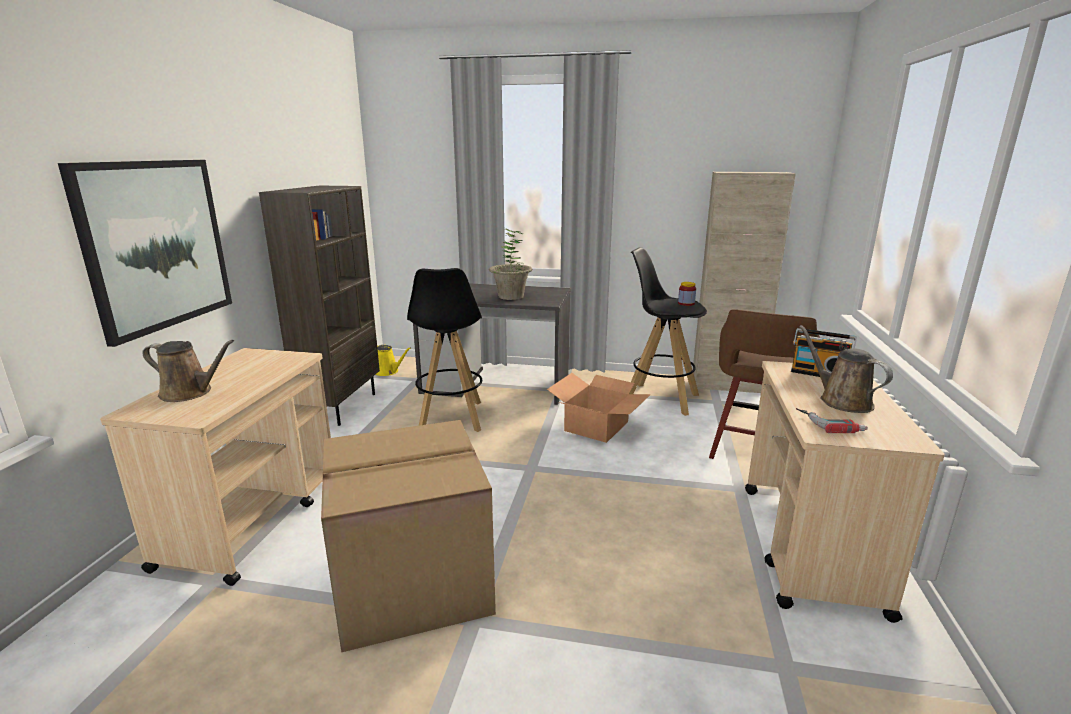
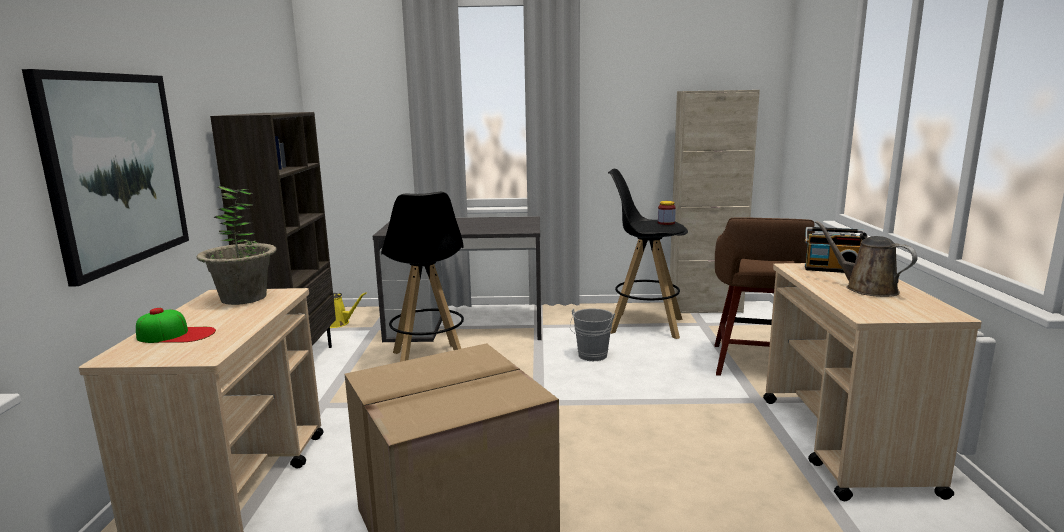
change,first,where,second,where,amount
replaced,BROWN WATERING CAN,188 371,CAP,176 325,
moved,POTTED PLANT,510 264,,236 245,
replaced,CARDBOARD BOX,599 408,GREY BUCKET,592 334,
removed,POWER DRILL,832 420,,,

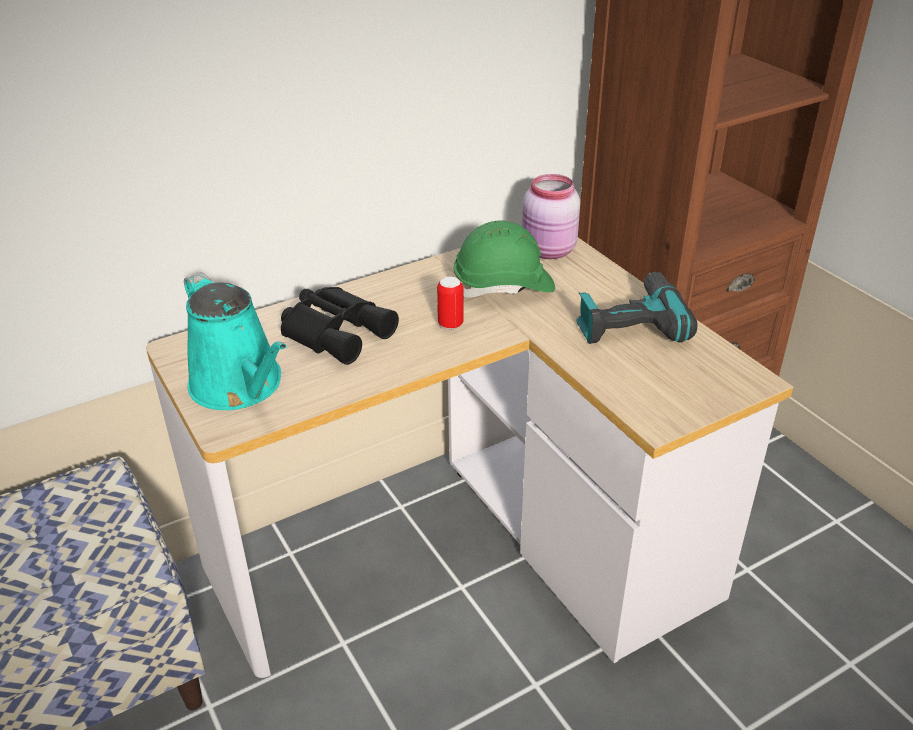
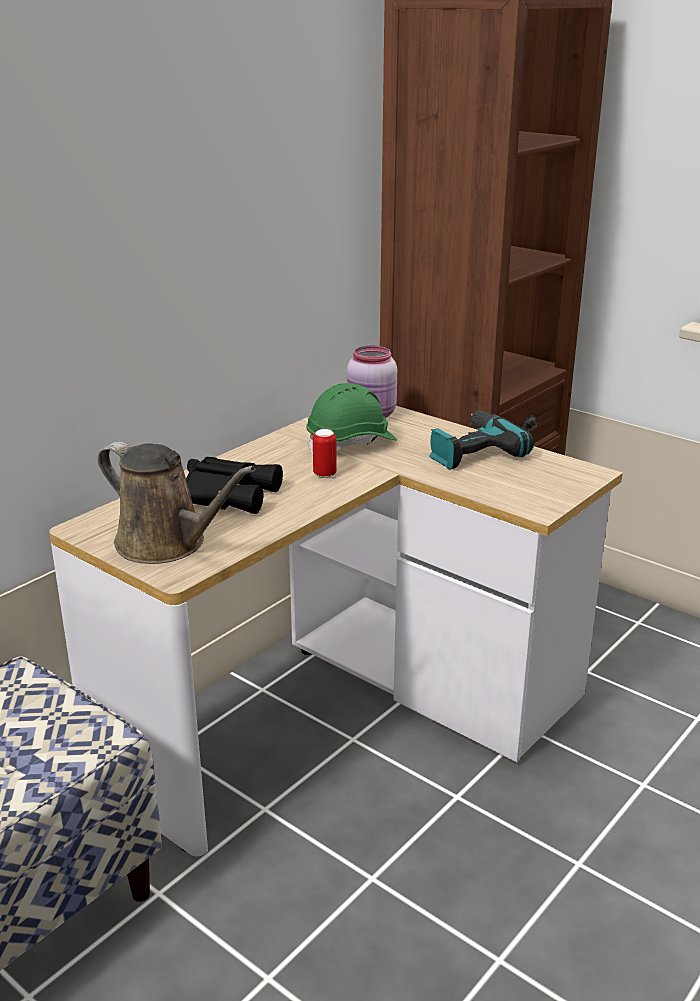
change,first,where,second,where,amount
recoloured,TURQUOISE WATERING CAN,235 341,BROWN WATERING CAN,177 503,

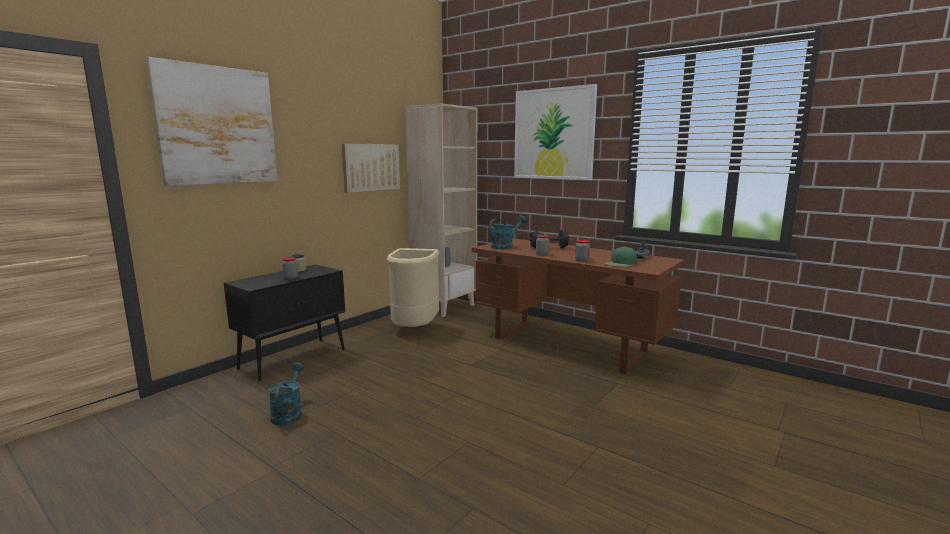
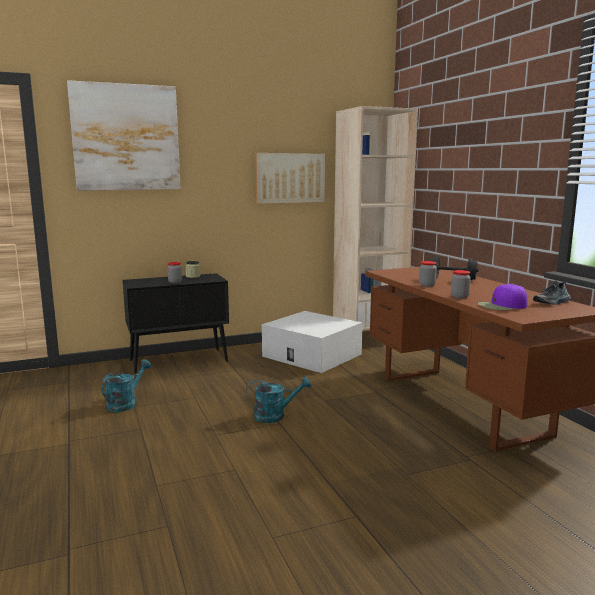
change,first,where,second,where,amount
moved,TURQUOISE WATERING CAN,508 232,,278 400,
replaced,BEIGE TRASH CAN,413 287,WHITE STORAGE BOX,312 342,
recoloured,GREEN CAP,620 256,PURPLE CAP,502 297,
removed,PICTURE,555 132,,,

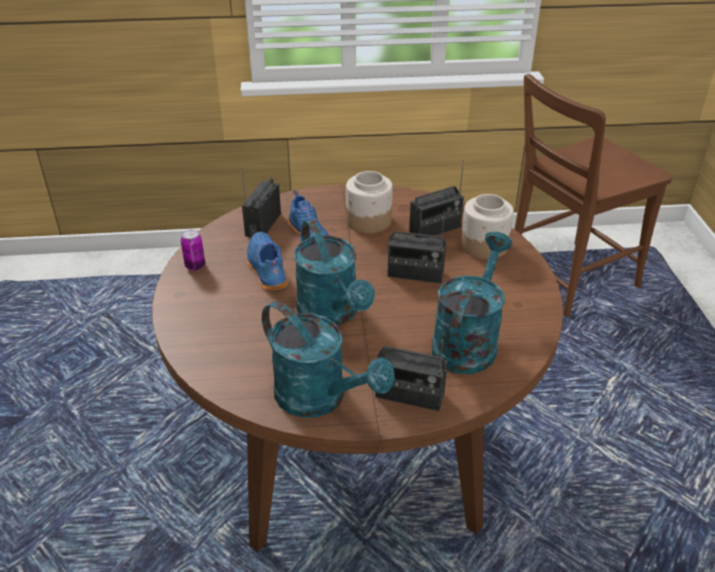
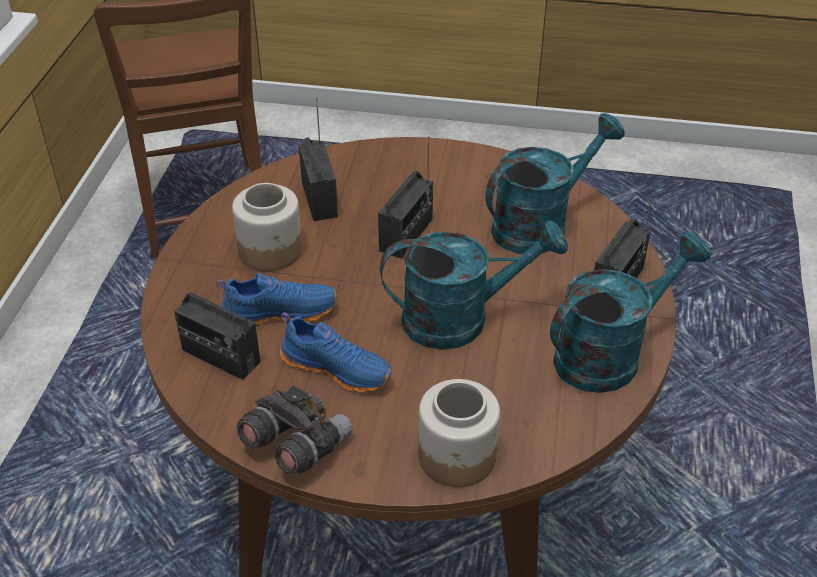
change,first,where,second,where,amount
replaced,CAN,193 250,GREY BINOCULARS,295 430,
turned,BLUE SHOE,267 261,,336 352,150 degrees counterclockwise
moved,JAR,487 226,,459 433,
turned,TURQUOISE WATERING CAN,472 303,,555 183,105 degrees clockwise

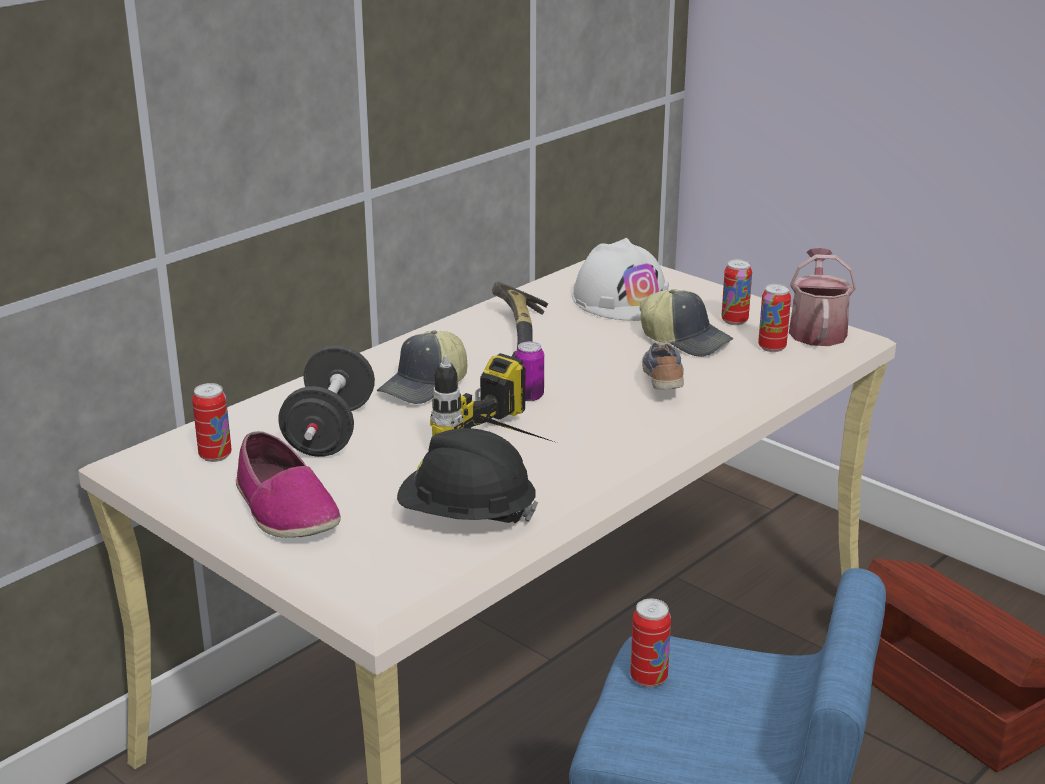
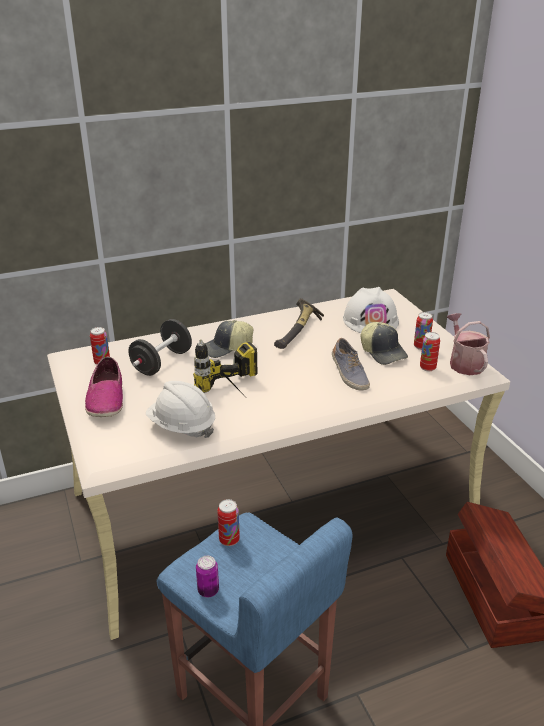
change,first,where,second,where,amount
recoloured,BLACK HARD HAT,467 475,WHITE HARD HAT,180 409,
moved,CAN,529 371,,207 576,
turned,SHOE,663 366,,351 364,135 degrees clockwise
turned,WATERING CAN,822 297,,468 344,45 degrees counterclockwise

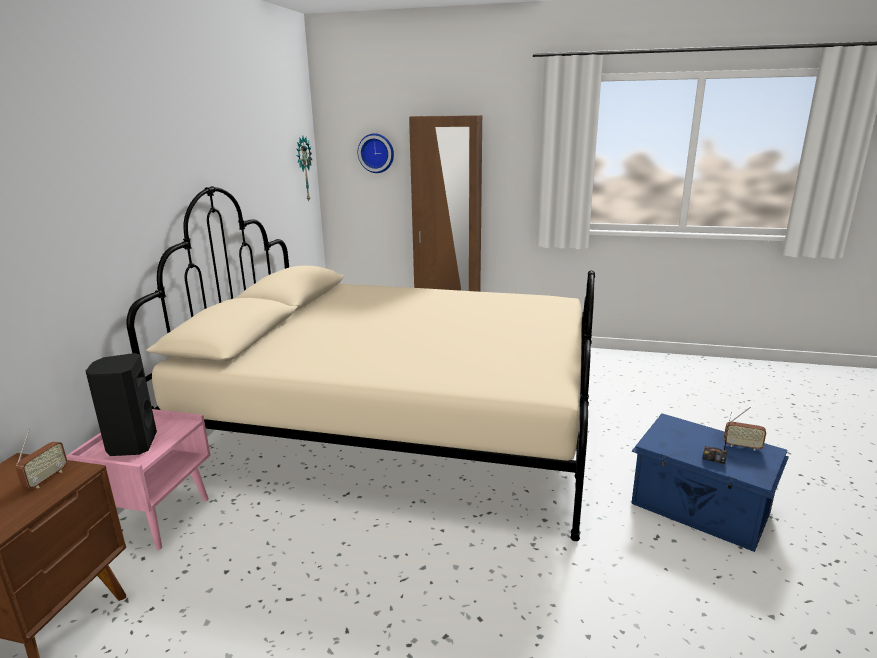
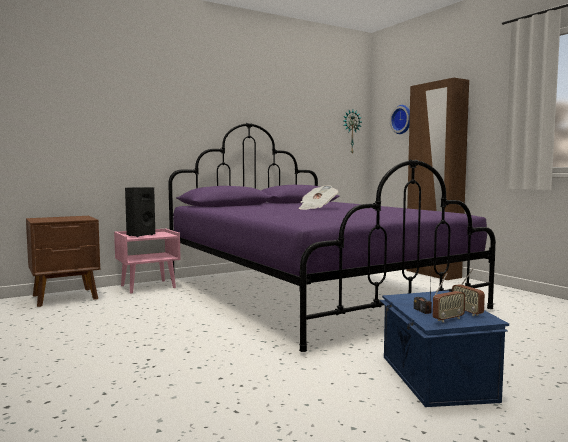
change,first,where,second,where,amount
recoloured,BEIGE BED,360 363,PURPLE BED,332 237,
added,,,NEWSPAPER,318 197,
moved,RADIO,41 459,,449 297,

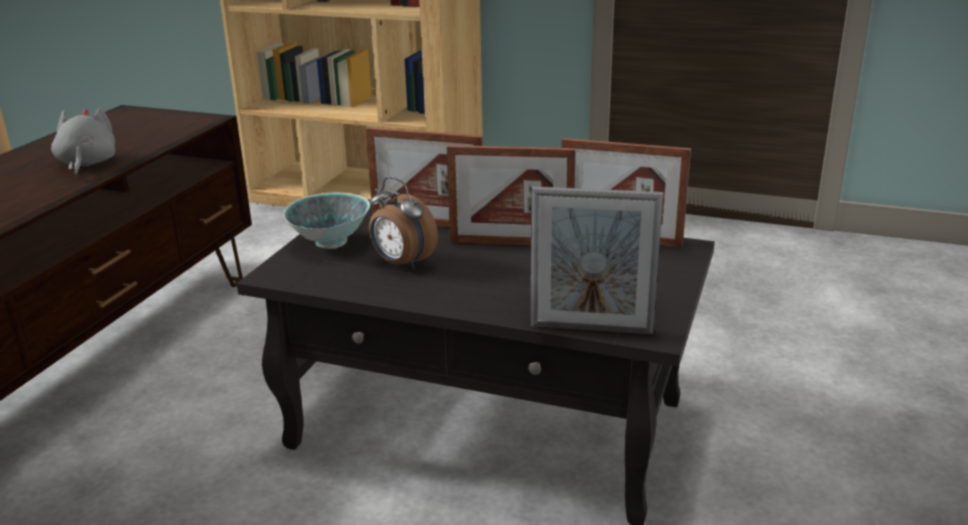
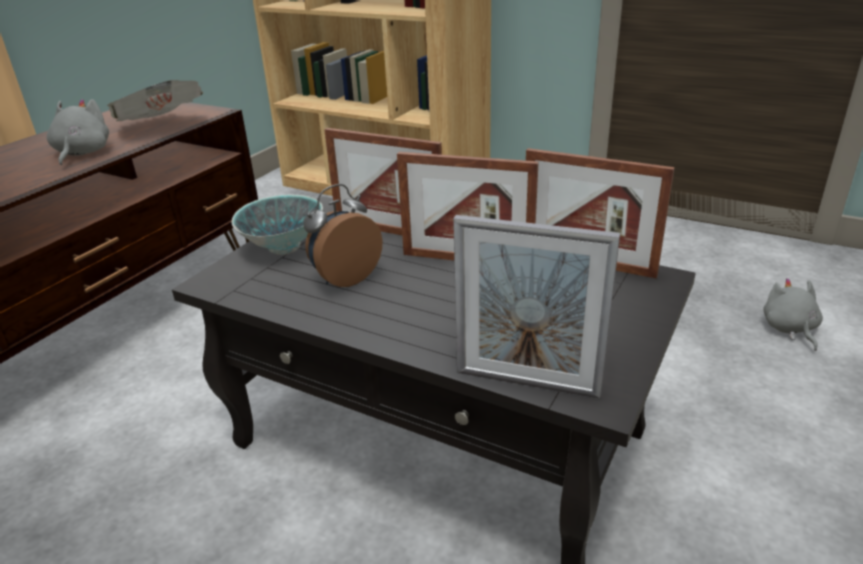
change,first,where,second,where,amount
added,,,NEWSPAPER,155 100,
turned,ALARM CLOCK,403 223,,343 235,90 degrees clockwise
added,,,GREY PLUSH TOY,793 314,

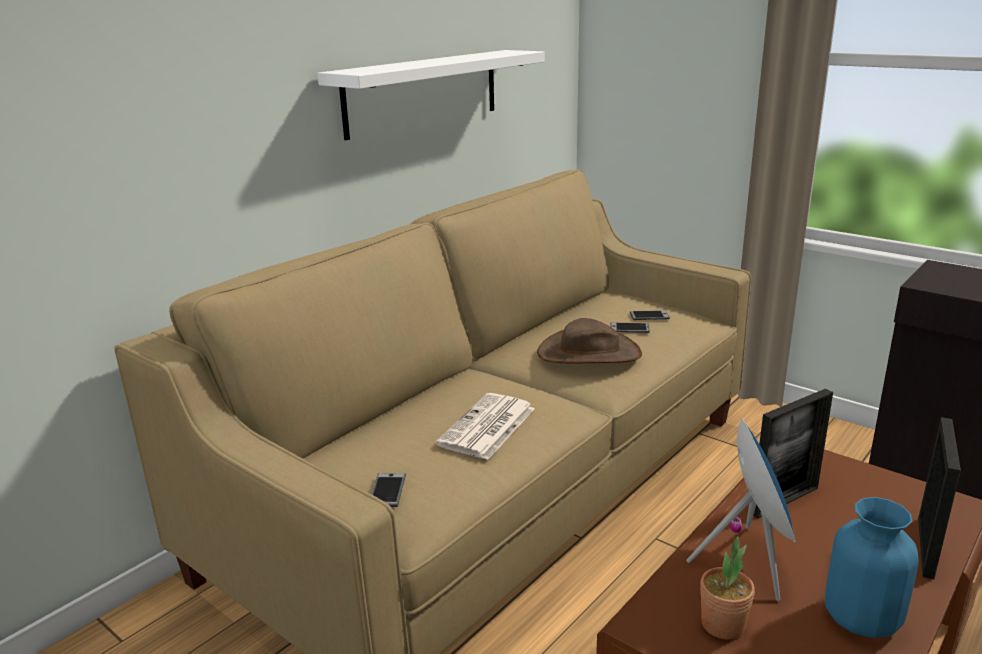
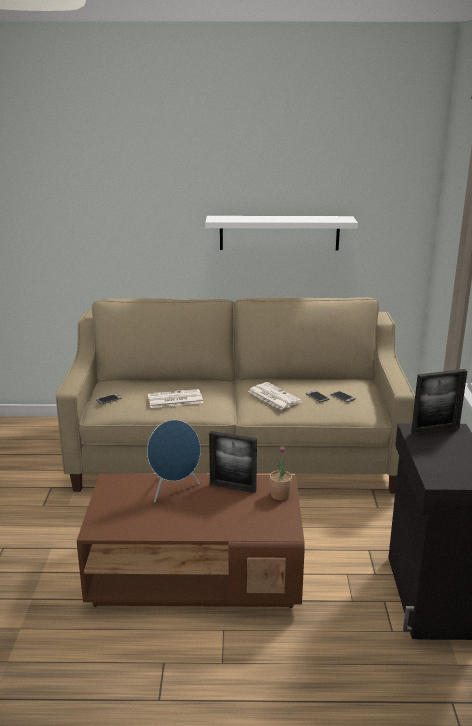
change,first,where,second,where,amount
replaced,BROWN HAT,589 341,NEWSPAPER,275 396,
moved,POTTED PLANT,727 578,,280 473,
moved,PICTURE FRAME,939 498,,439 402,
removed,BLUE VASE,872 567,,,

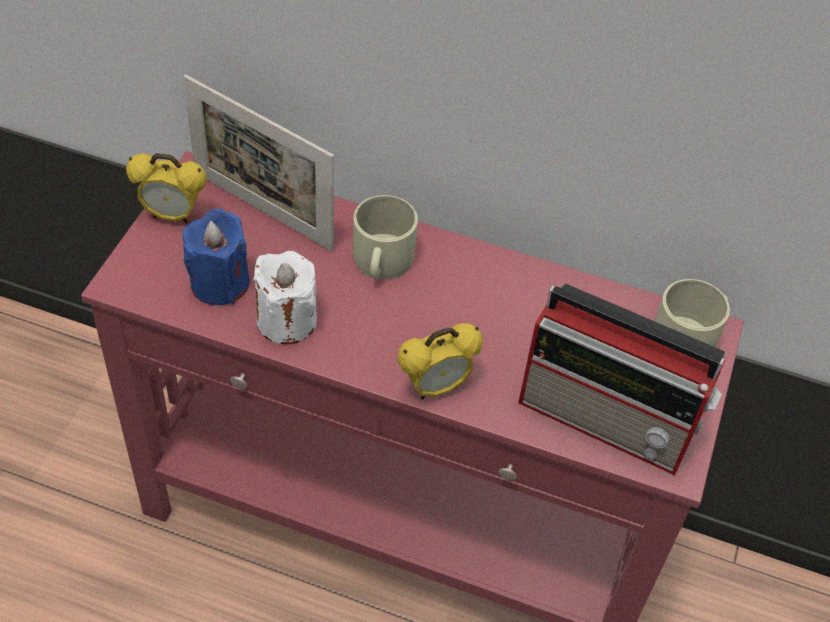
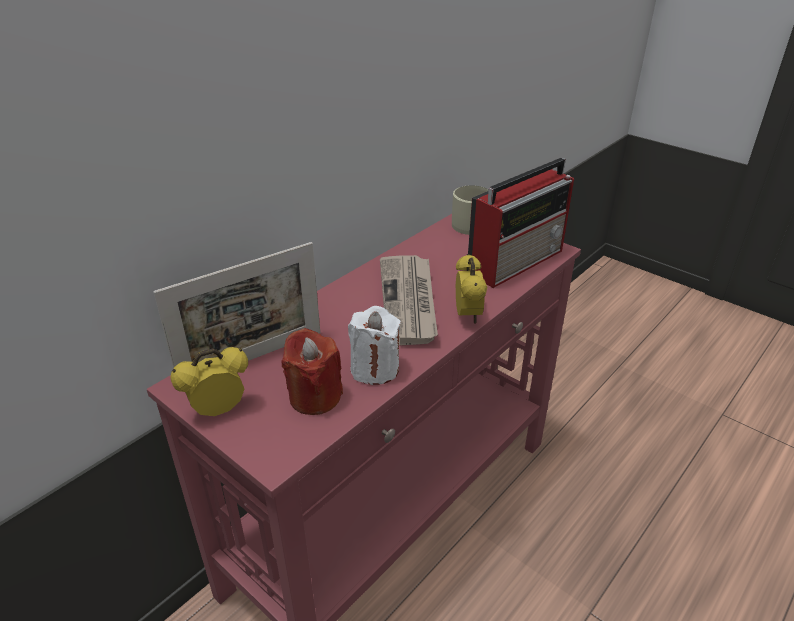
change,first,where,second,where,amount
turned,ALARM CLOCK,166 188,,209 381,150 degrees counterclockwise
recoloured,BLUE CANDLE,216 256,RED CANDLE,312 371,
added,,,NEWSPAPER,409 300,
removed,BEIGE MUG,385 237,,,

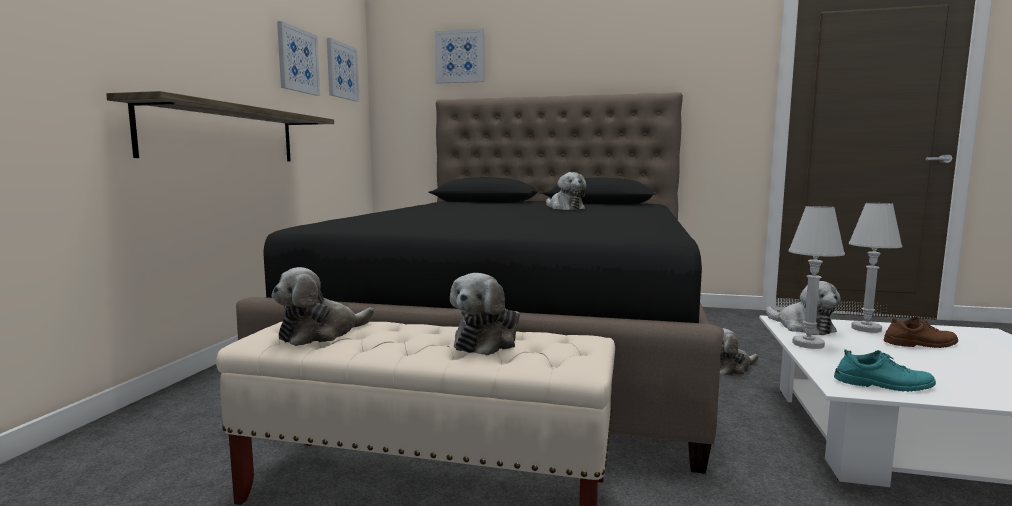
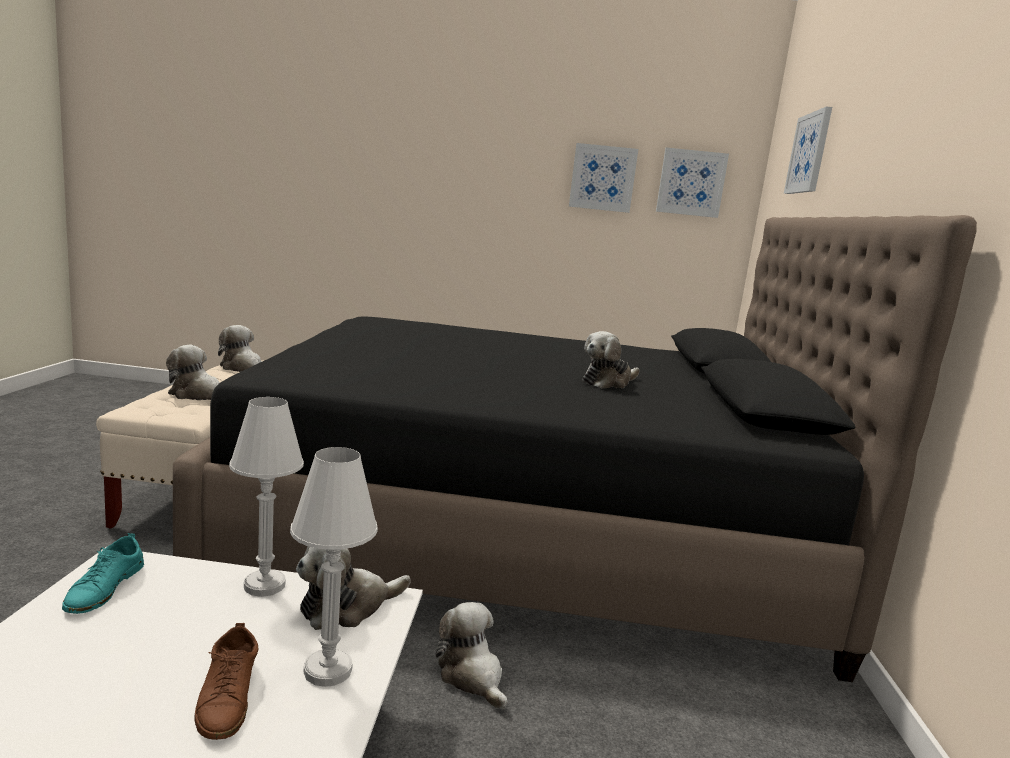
change,first,where,second,where,amount
removed,SHELF,220 126,,,

